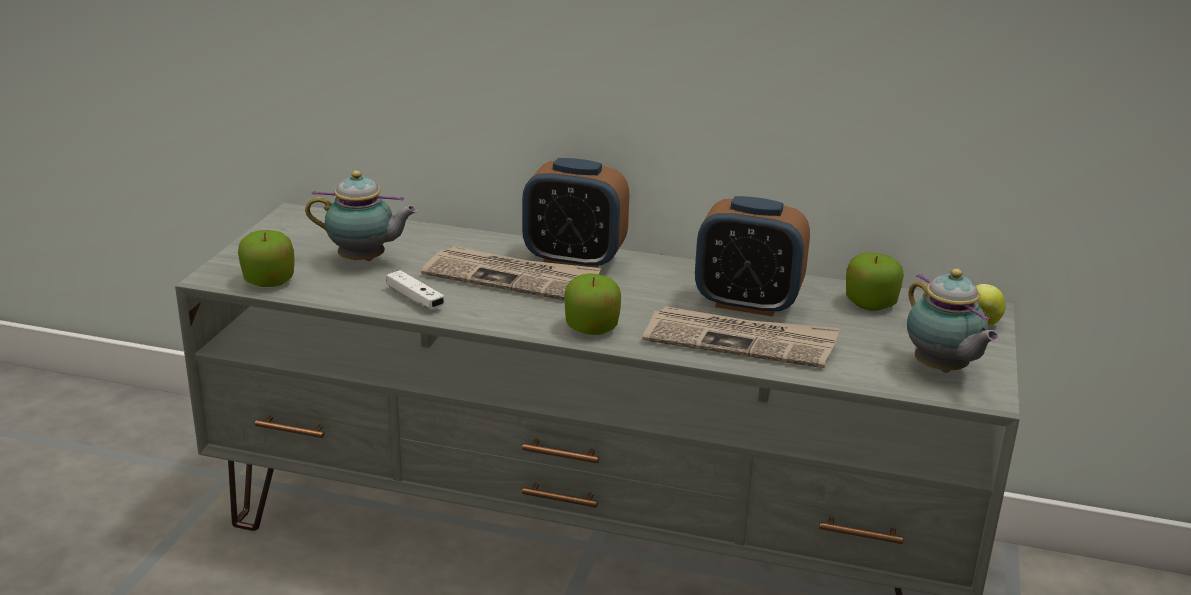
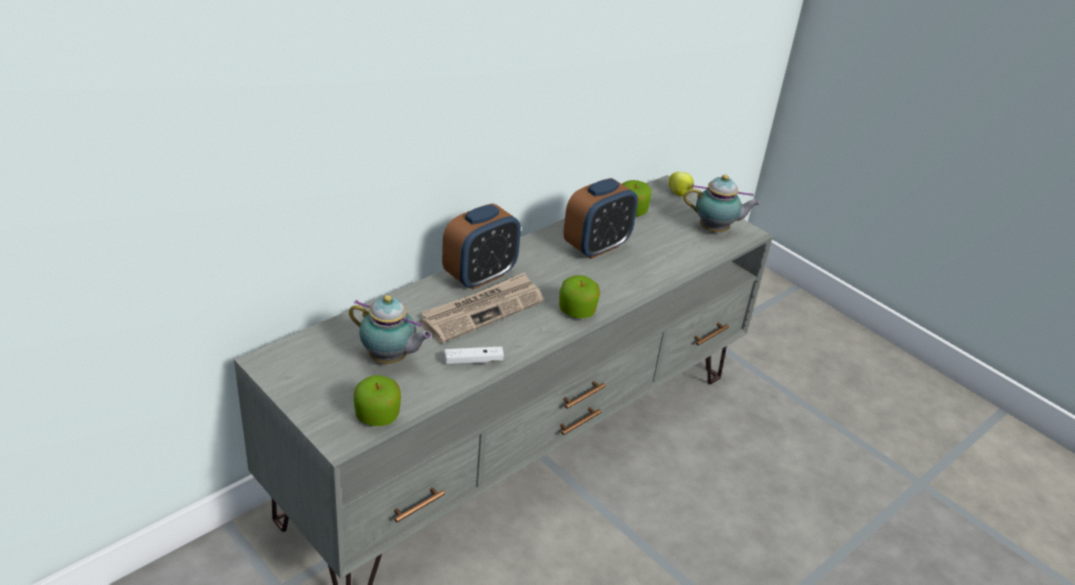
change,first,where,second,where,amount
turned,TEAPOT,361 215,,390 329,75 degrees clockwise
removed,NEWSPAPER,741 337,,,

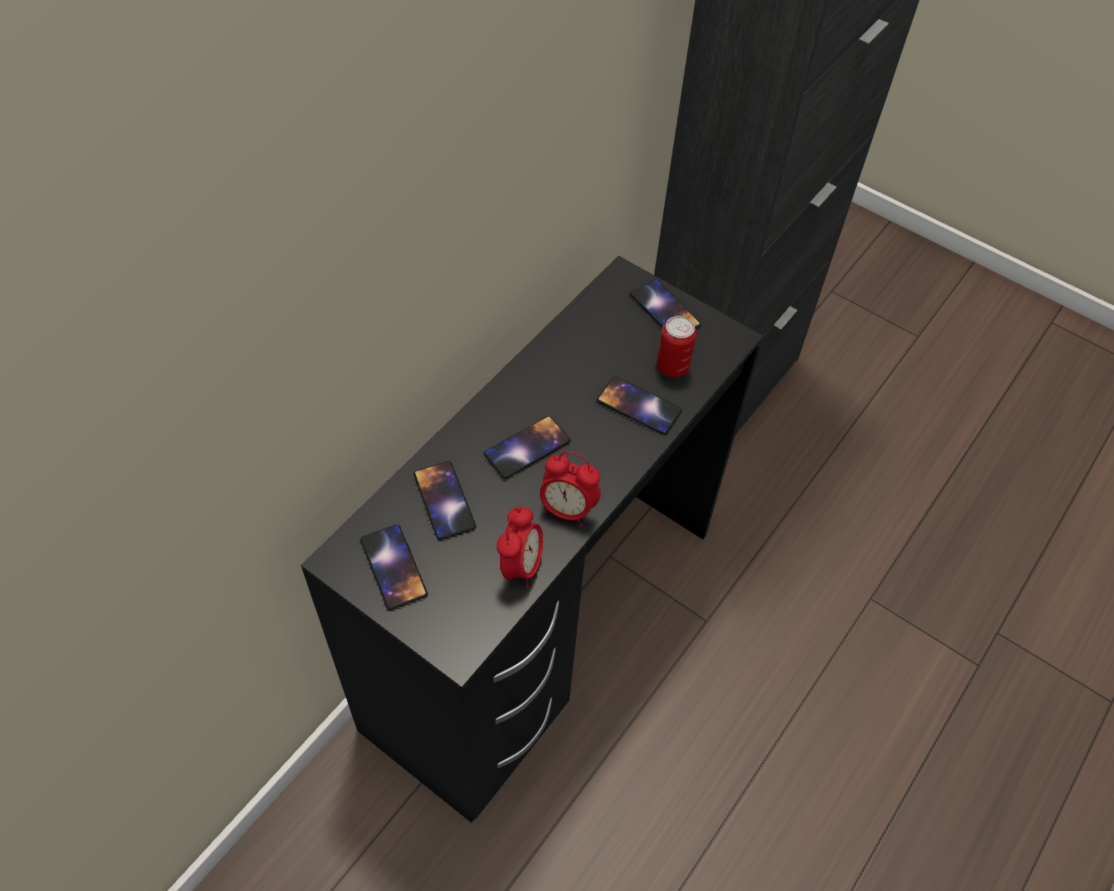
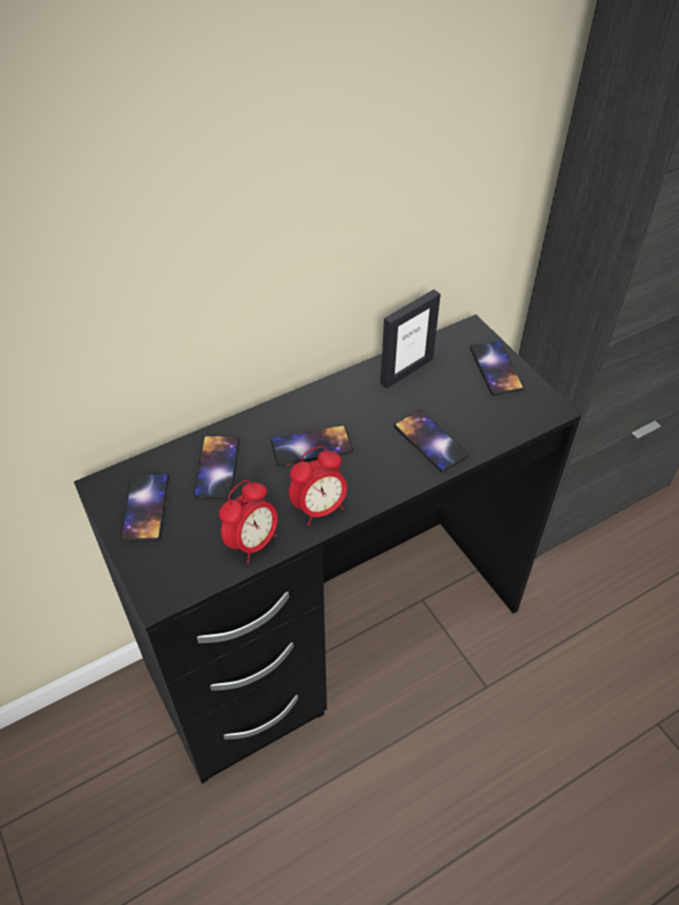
change,first,where,second,where,amount
turned,ALARM CLOCK,570 489,,318 486,75 degrees counterclockwise
added,,,PICTURE FRAME,411 339,
removed,CAN,677 347,,,

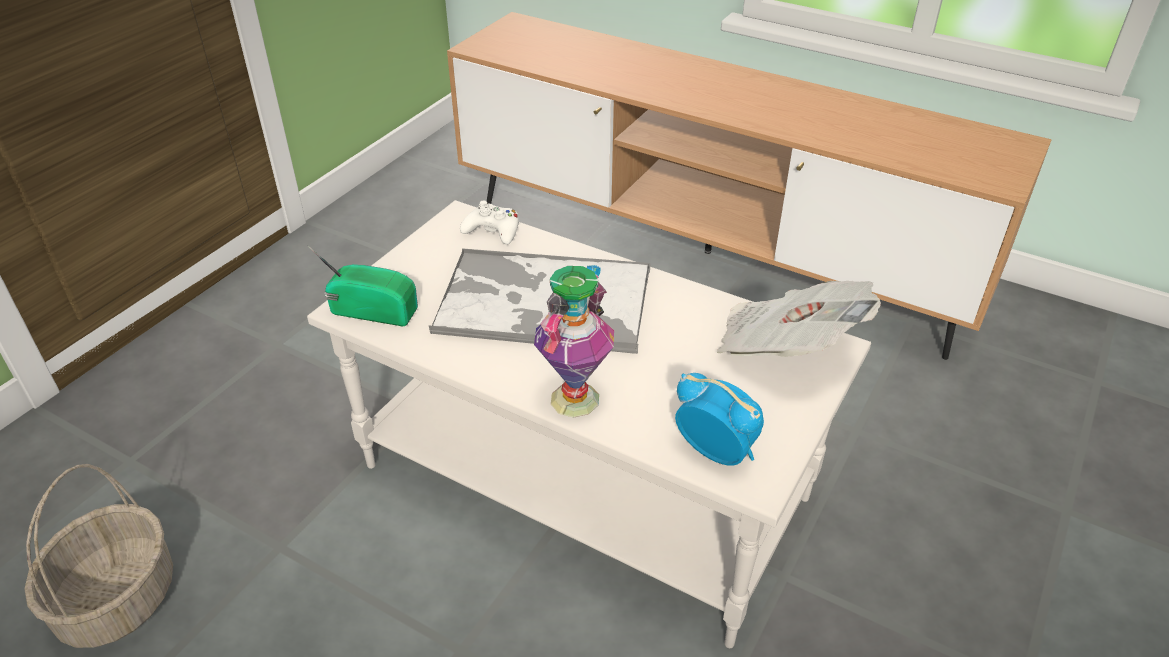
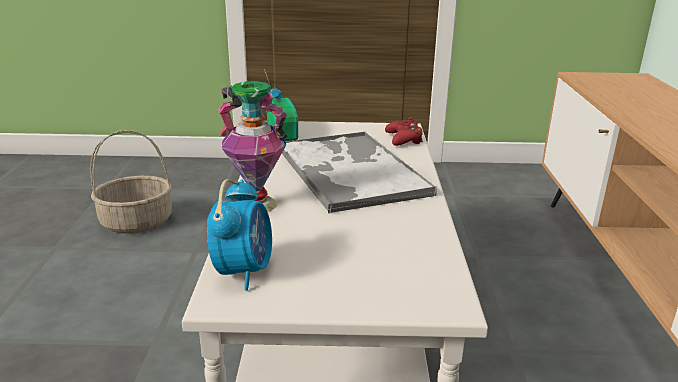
change,first,where,second,where,amount
recoloured,WHITE GAME CONTROLLER,489 222,RED GAME CONTROLLER,404 131,
removed,NEWSPAPER,799 319,,,

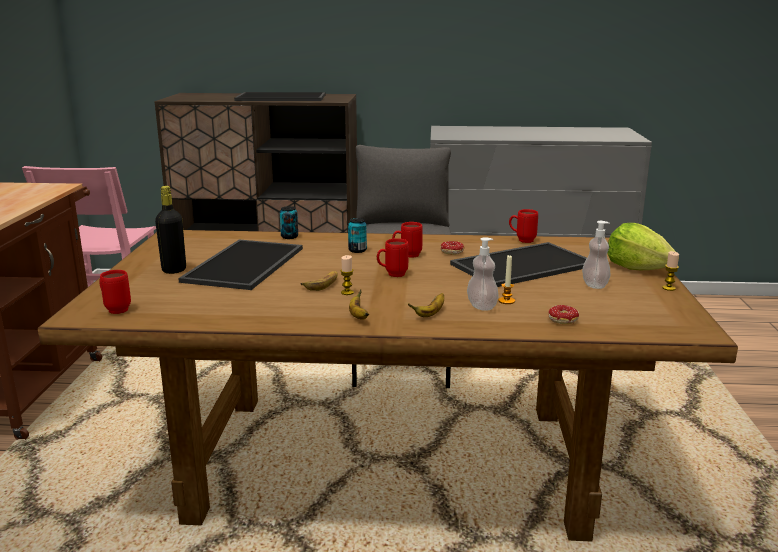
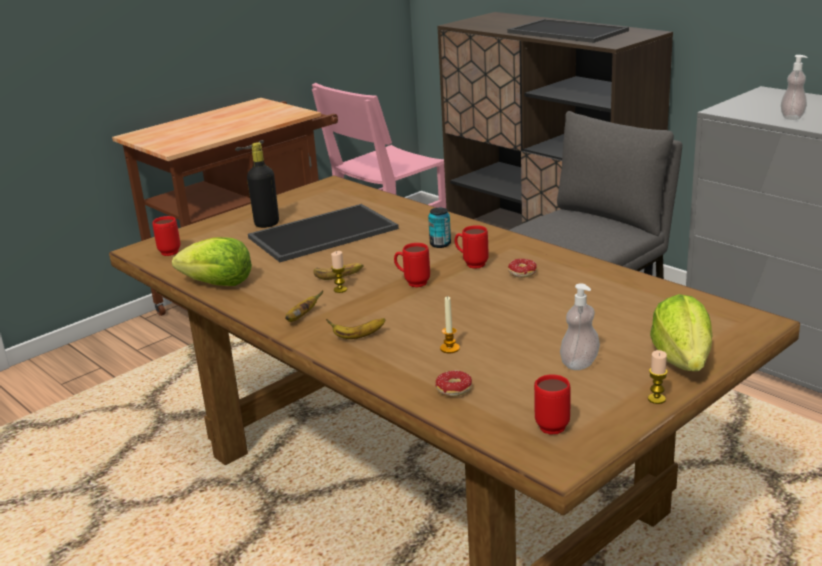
change,first,where,second,where,amount
added,,,LETTUCE,212 261,
moved,RED MUG,523 226,,552 404,
moved,SOAP DISPENSER,483 274,,794 87,
removed,CAN,289 222,,,
removed,TRAY,518 264,,,

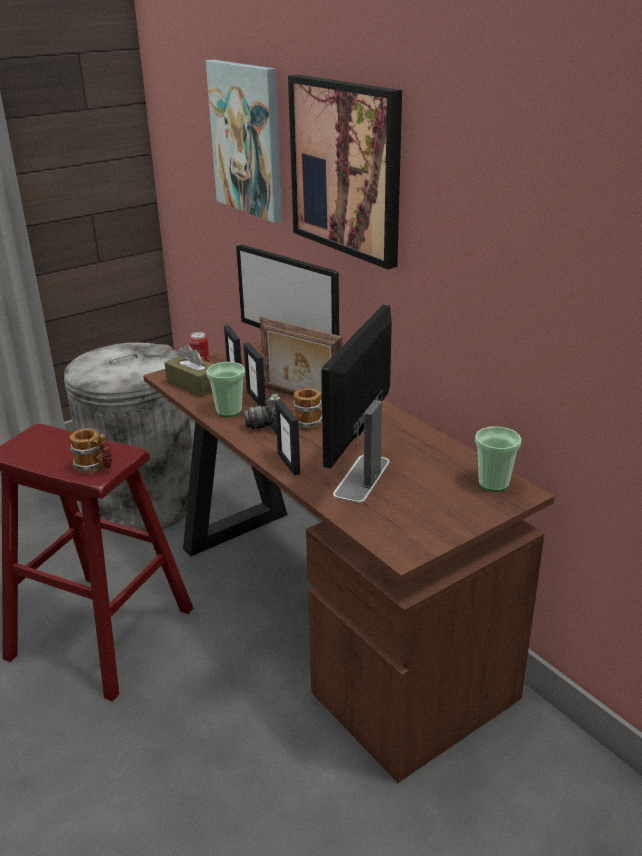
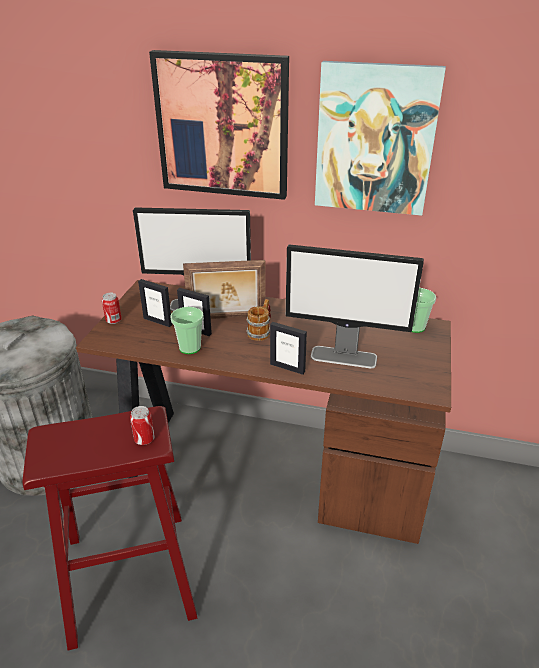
change,first,where,second,where,amount
replaced,MUG,91 451,CAN,142 425,
turned,MONITOR,356 403,,355 306,60 degrees counterclockwise
moved,PICTURE,244 141,,380 138,
removed,BROWN TISSUE BOX,188 370,,,
removed,PHOTO CAMERA,262 413,,,

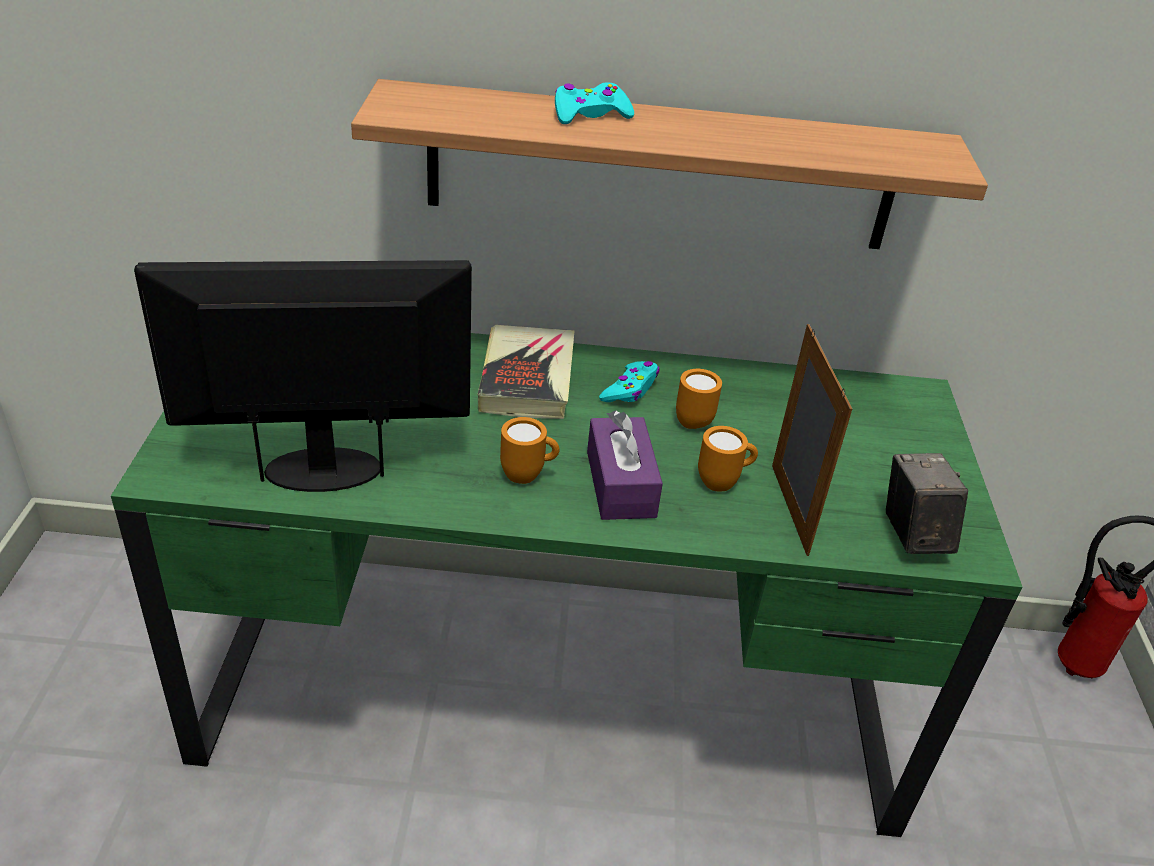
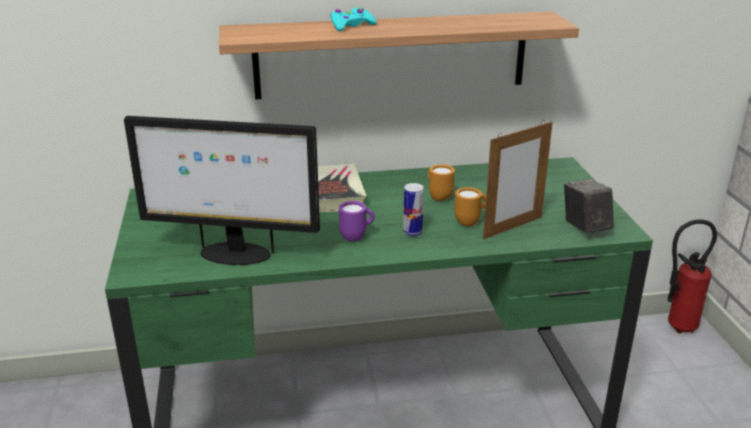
change,first,where,second,where,amount
turned,MONITOR,303 376,,222 190,150 degrees counterclockwise
recoloured,ORANGE MUG,530 450,PURPLE MUG,357 221,
replaced,PURPLE TISSUE BOX,625 465,CAN,413 209,
turned,PICTURE FRAME,812 440,,518 179,75 degrees clockwise
removed,TURQUOISE GAME CONTROLLER,629 381,,,

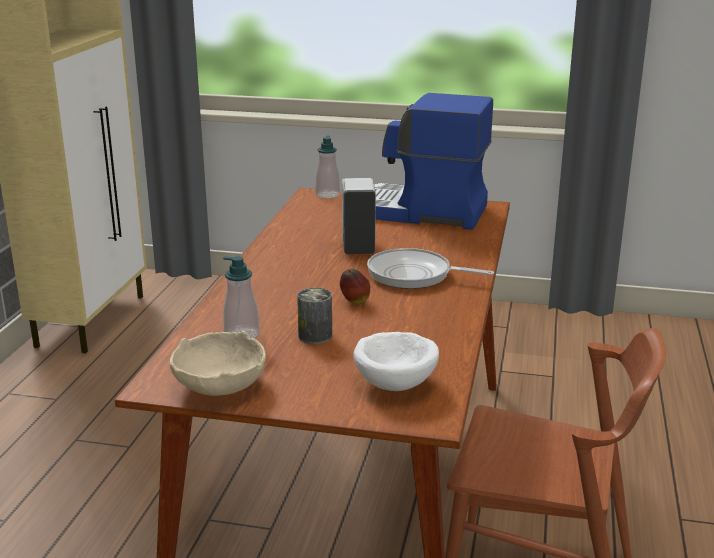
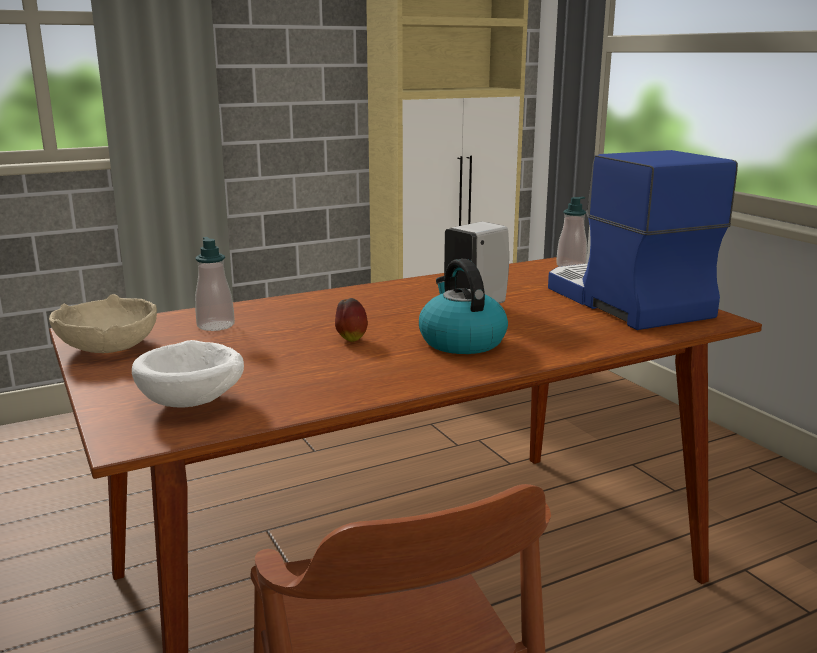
change,first,where,second,where,amount
replaced,FRYING PAN,430 268,KETTLE,463 306,
removed,CAN,314 316,,,

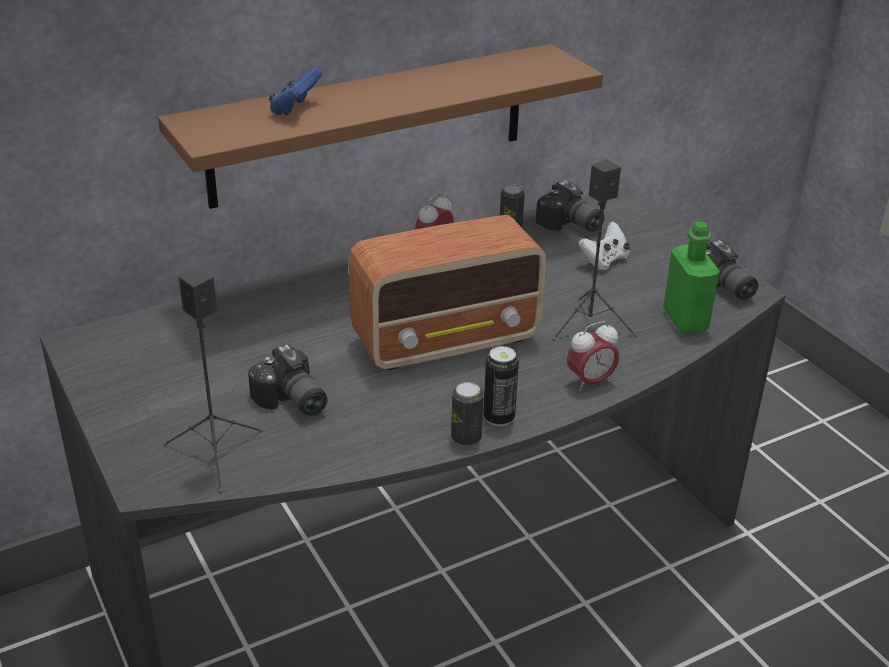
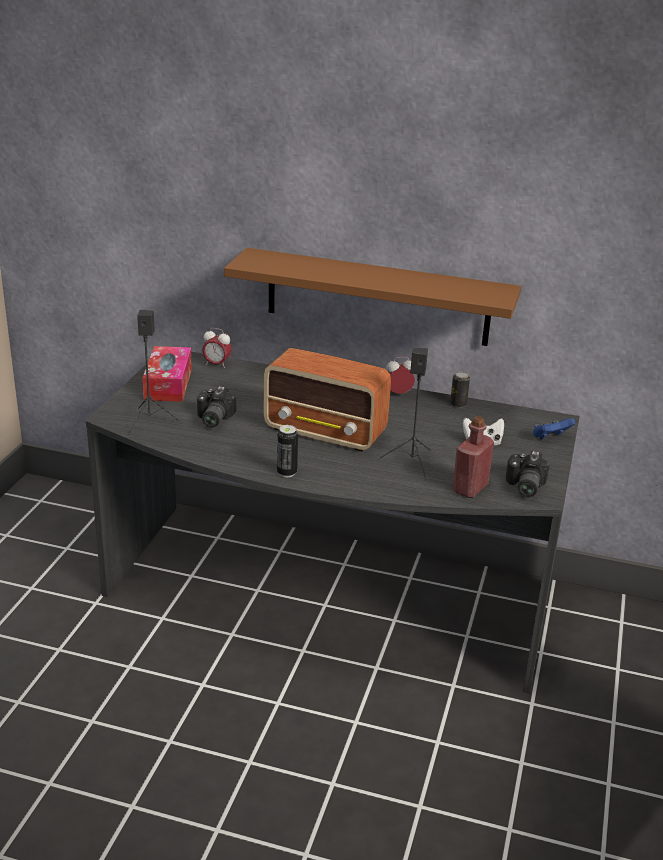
change,first,where,second,where,amount
added,,,TISSUE BOX,167 374,
moved,ALARM CLOCK,593 356,,217 348,
recoloured,GREEN BOTTLE,691 277,RED BOTTLE,473 457,
moved,BLUE GAME CONTROLLER,296 91,,554 428,
removed,CAN,467 414,,,
removed,PHOTO CAMERA,570 206,,,

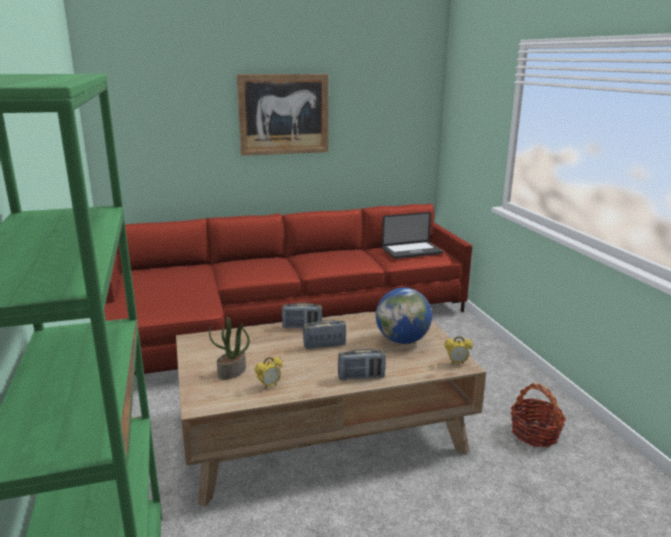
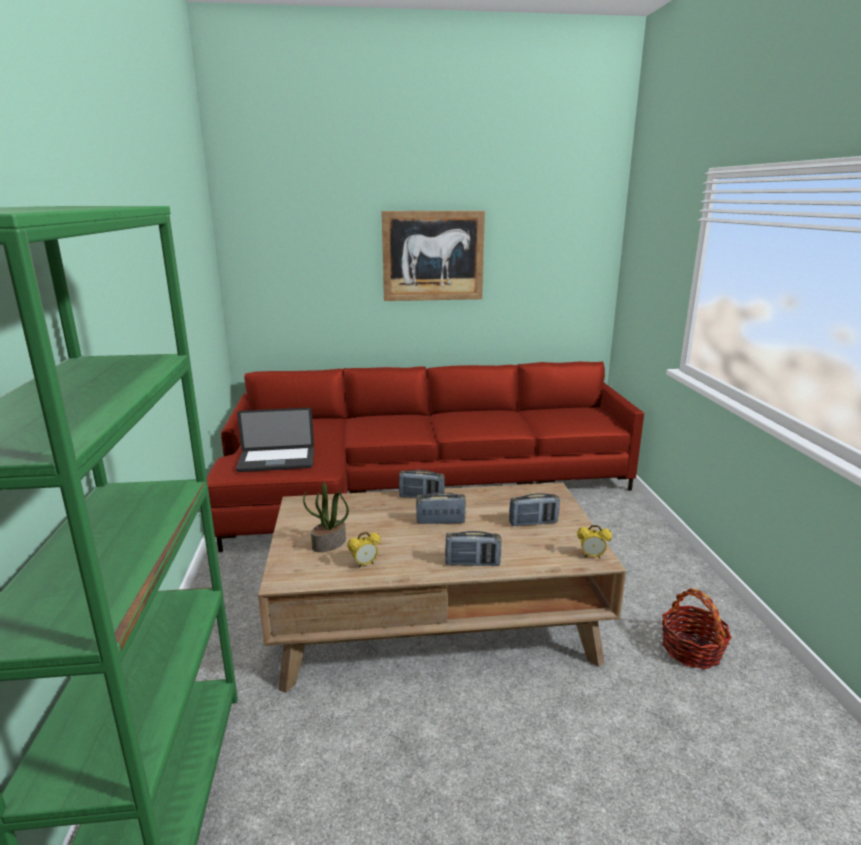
change,first,where,second,where,amount
moved,LAPTOP,412 235,,275 440,
replaced,GLOBE,404 316,RADIO,534 509,

